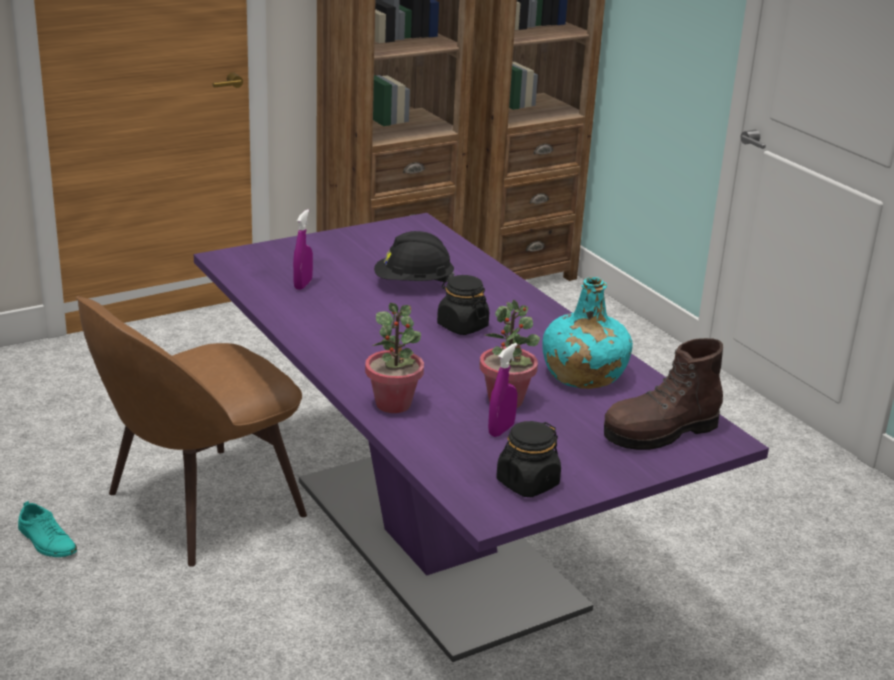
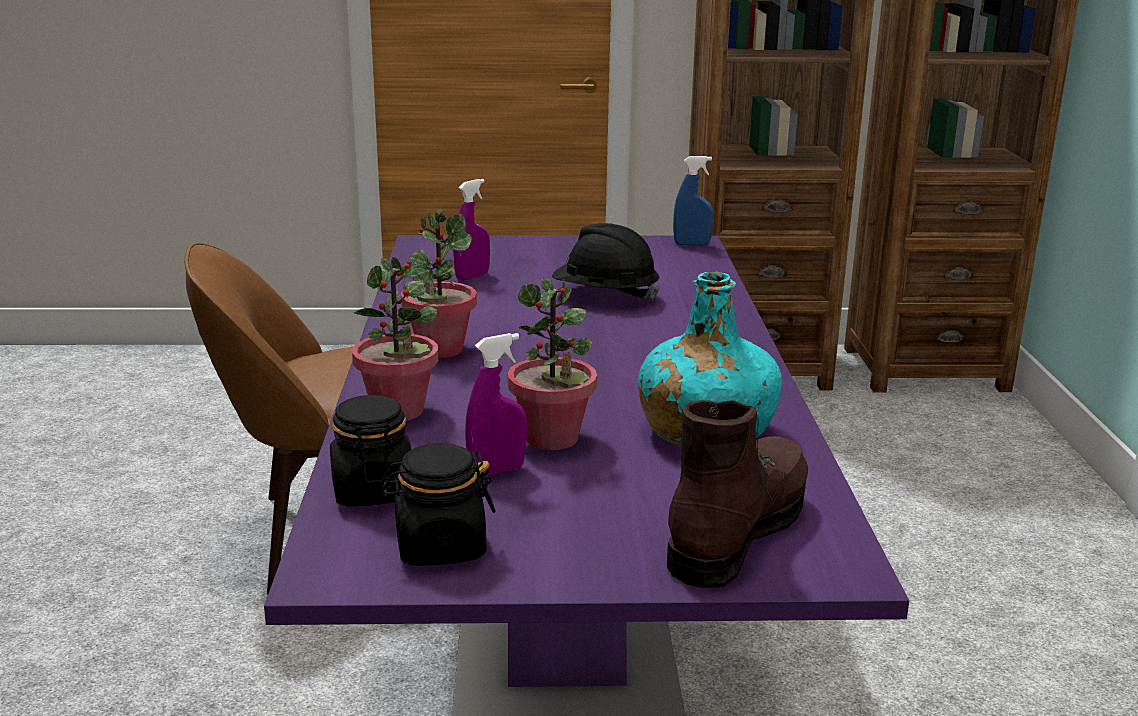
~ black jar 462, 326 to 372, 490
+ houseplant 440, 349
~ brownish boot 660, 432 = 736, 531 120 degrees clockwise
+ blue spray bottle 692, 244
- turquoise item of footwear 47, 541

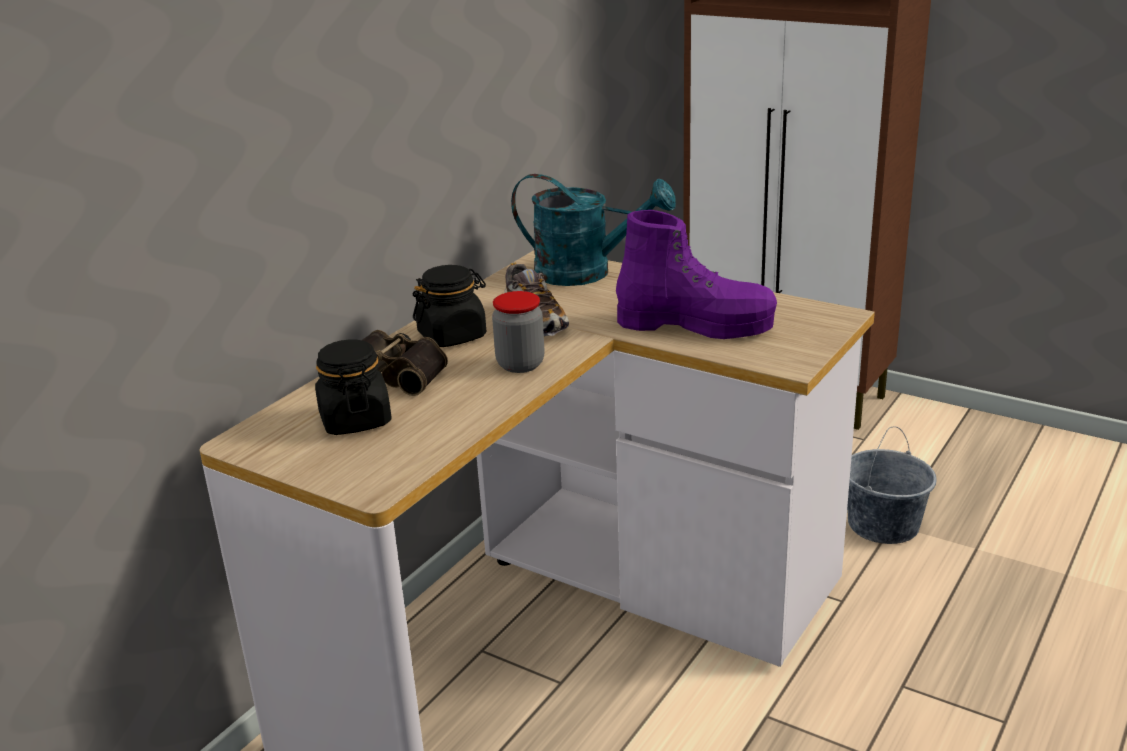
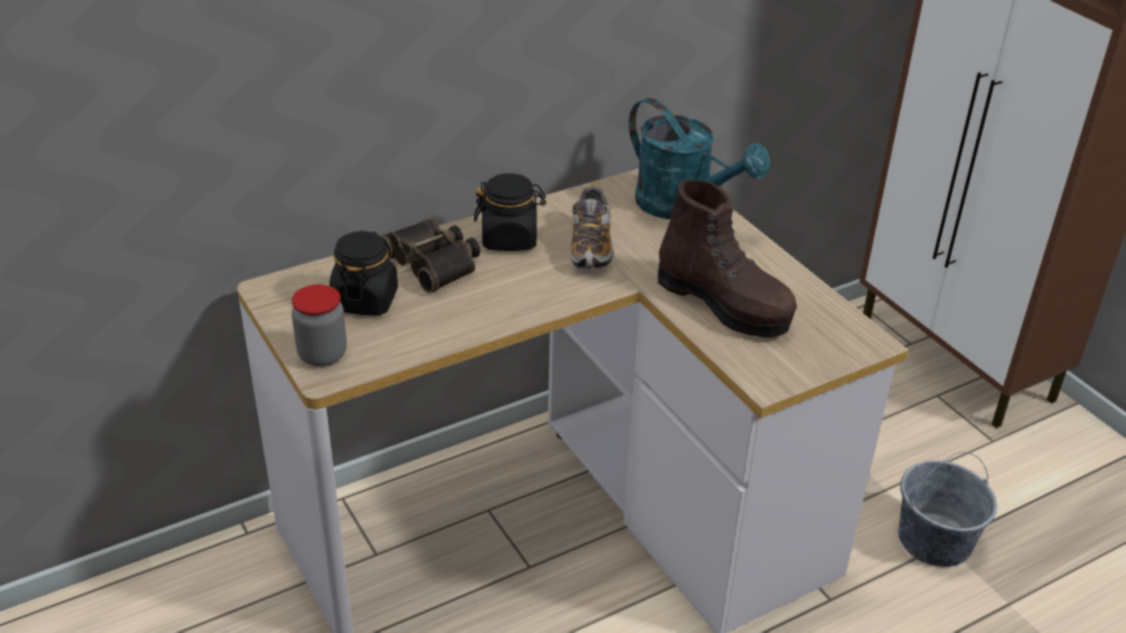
~ jar 520, 364 to 322, 355
~ purplish boot 696, 325 to brownish boot 724, 303

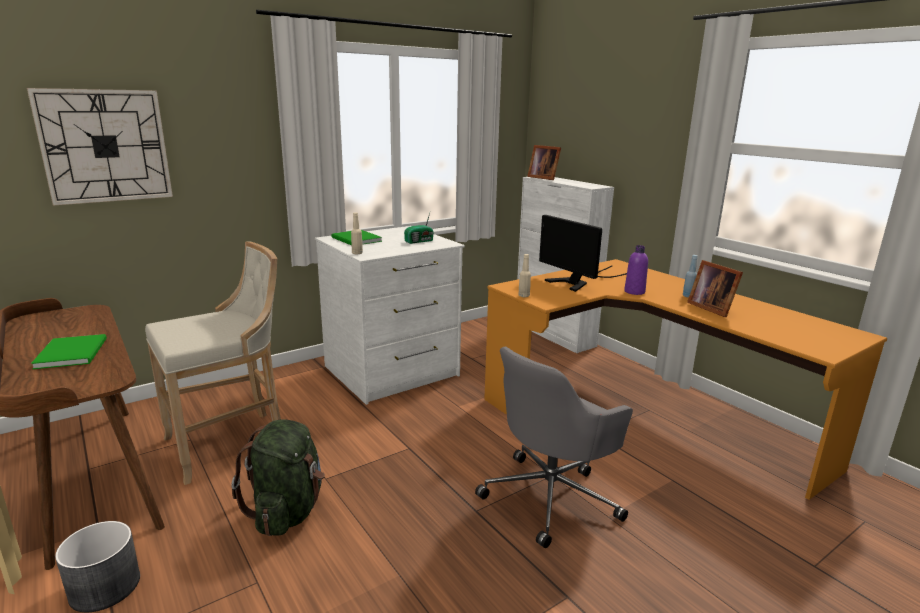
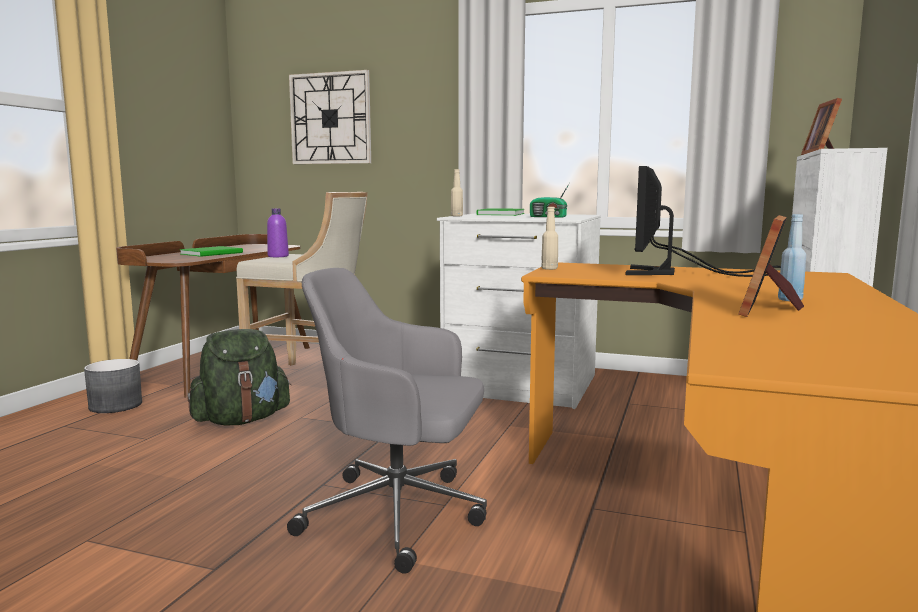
~ purplish bottle 634, 292 to 278, 256

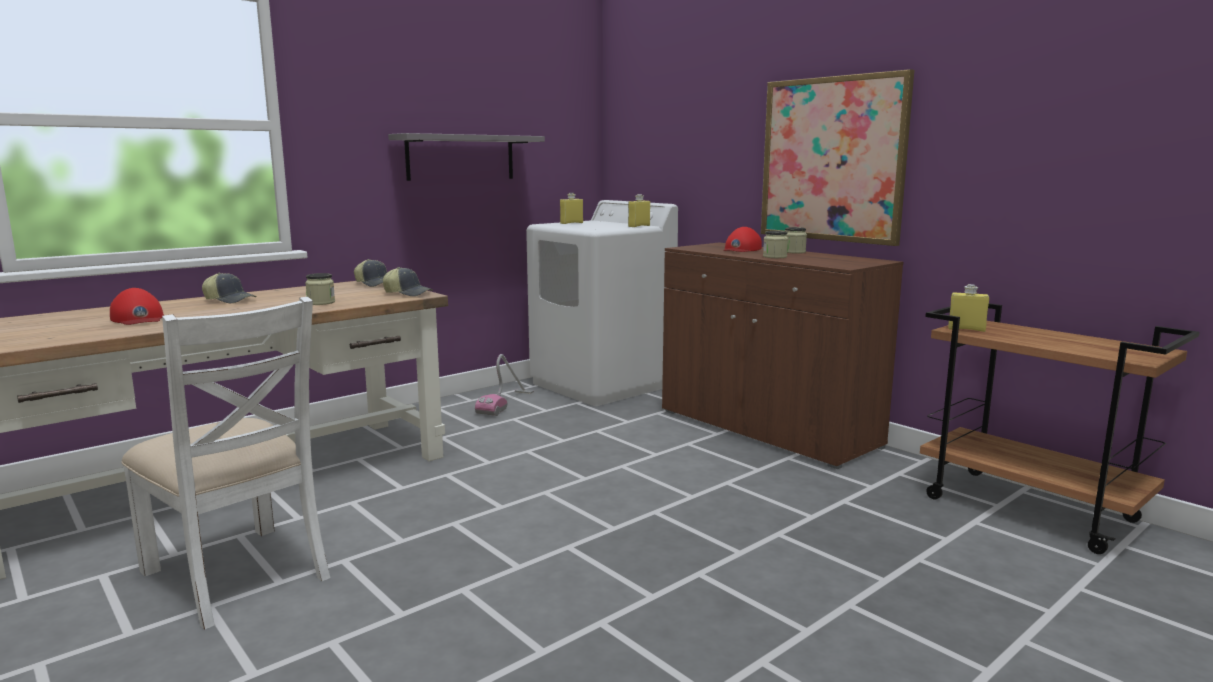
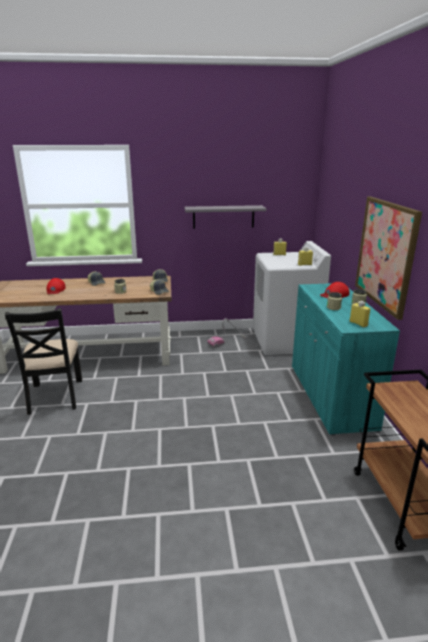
~ white-coloured plain chair 238, 574 to black plain chair 55, 396
~ brownish cabinet 766, 428 to turquoise cabinet 330, 396
~ yellowish bottle 966, 329 to 358, 324

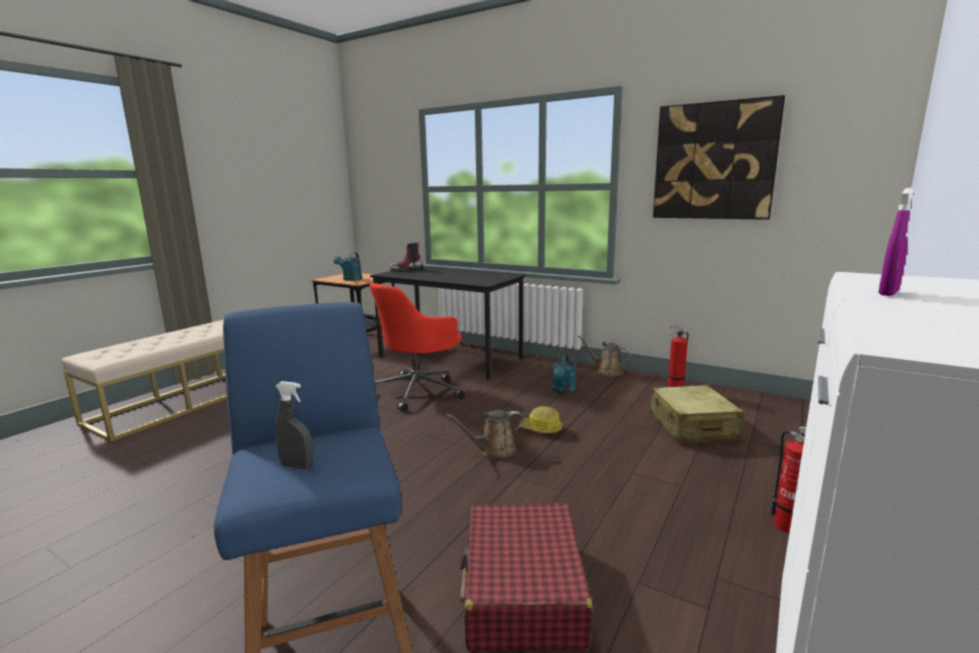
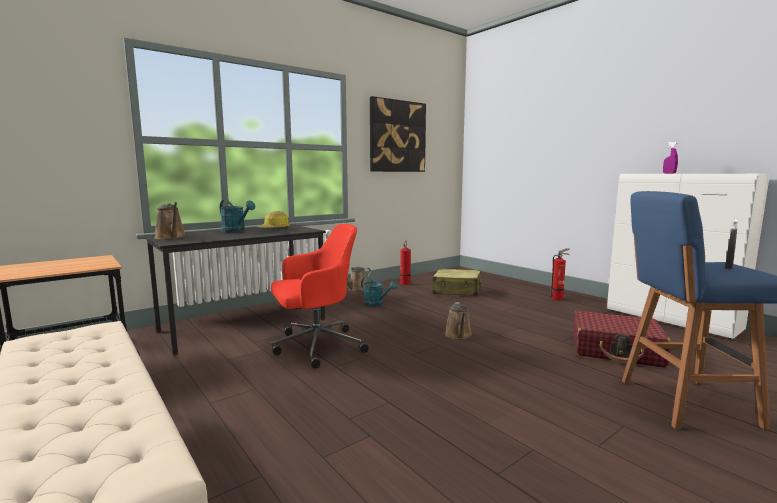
~ boot 407, 270 to brownish watering pot 171, 237
~ turquoise watering pot 350, 279 to 236, 231
~ safety helmet 541, 429 to 275, 229
~ red-coloured desk chair 418, 391 = 316, 346 90 degrees counterclockwise

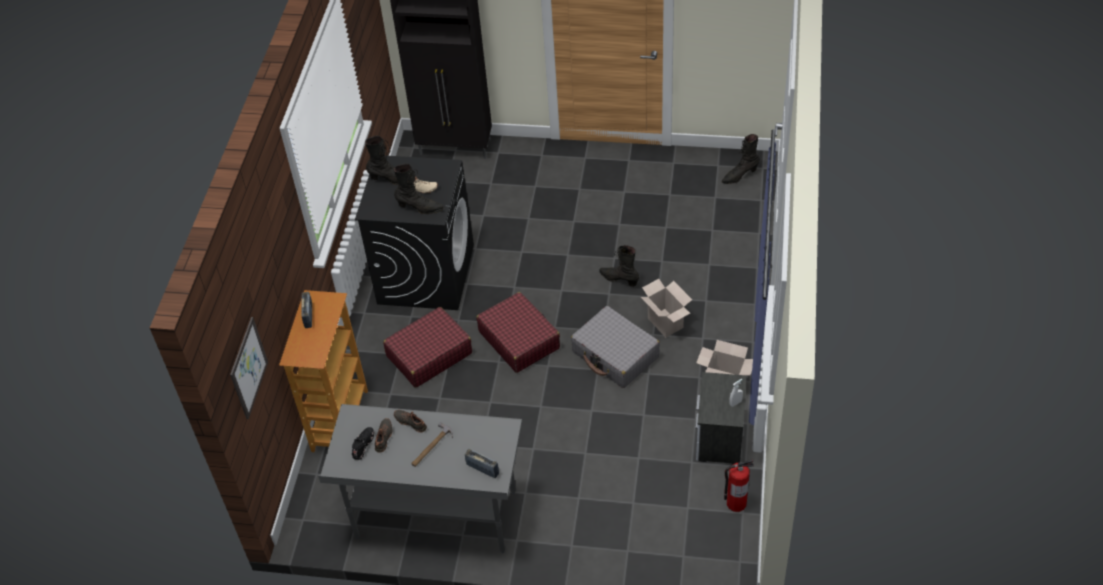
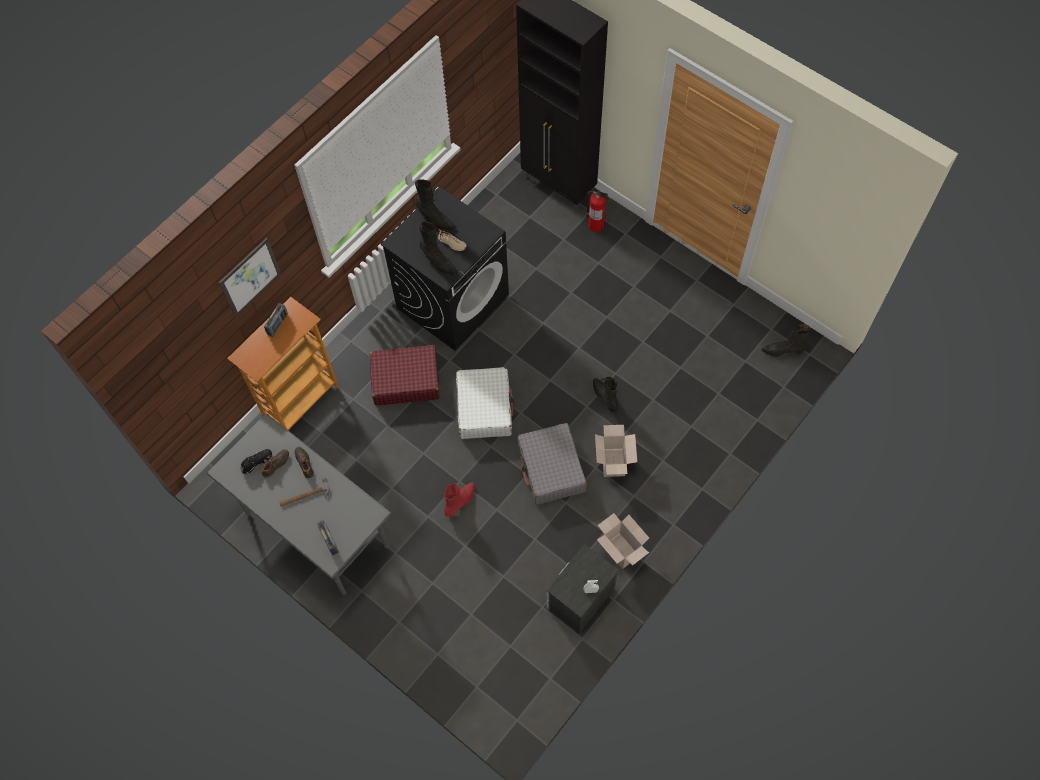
~ wall picture 248, 368 to 250, 277
+ red-coloured boot 461, 502
~ red-coloured suitcase 519, 339 to white-coloured suitcase 484, 408
~ fire extinguisher 736, 503 to 595, 225

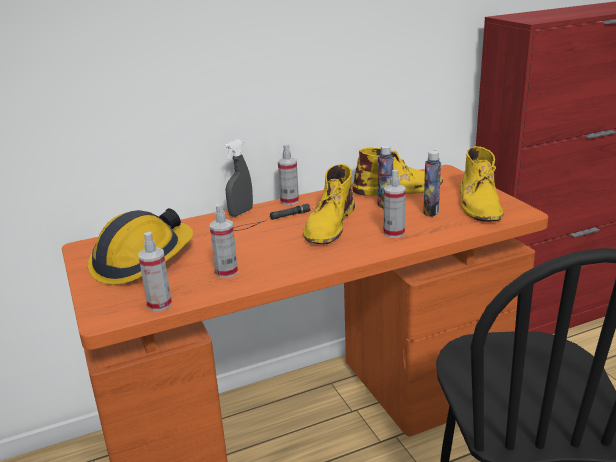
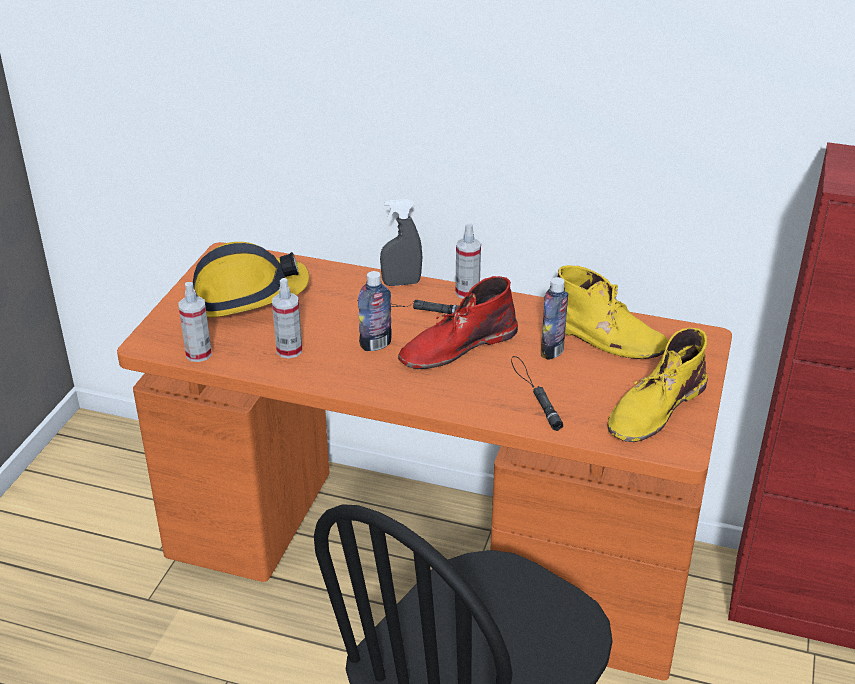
~ bottle 431, 212 to 375, 344
~ yellowish boot 329, 224 to red-coloured boot 456, 345
+ black hand torch 534, 392
- spray bottle 394, 233

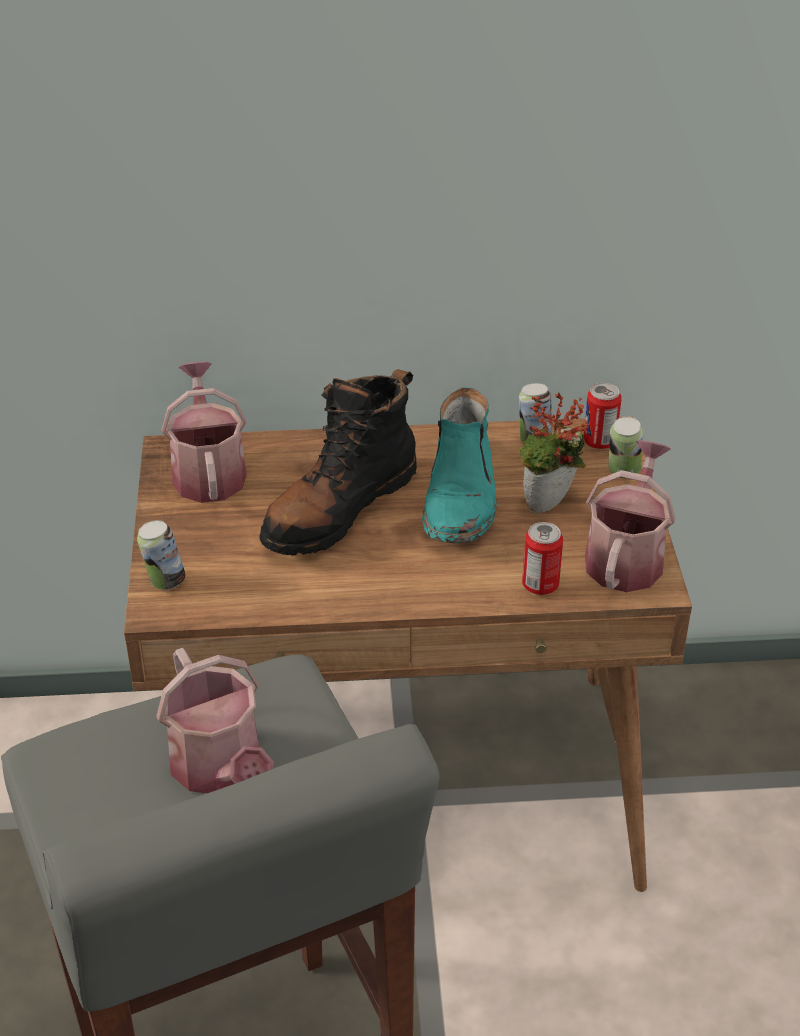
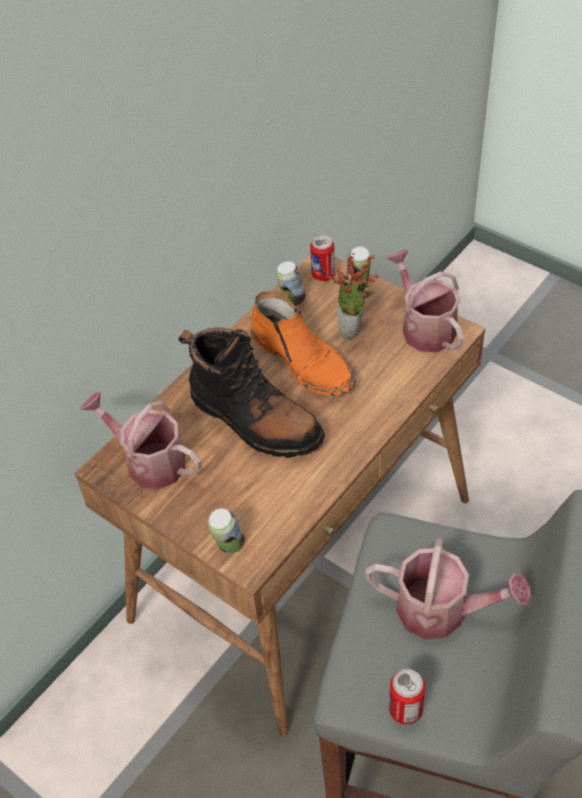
~ black boot 340, 508 = 254, 420 45 degrees counterclockwise
~ turquoise boot 461, 497 to orange boot 304, 360
~ can 540, 585 to 405, 710

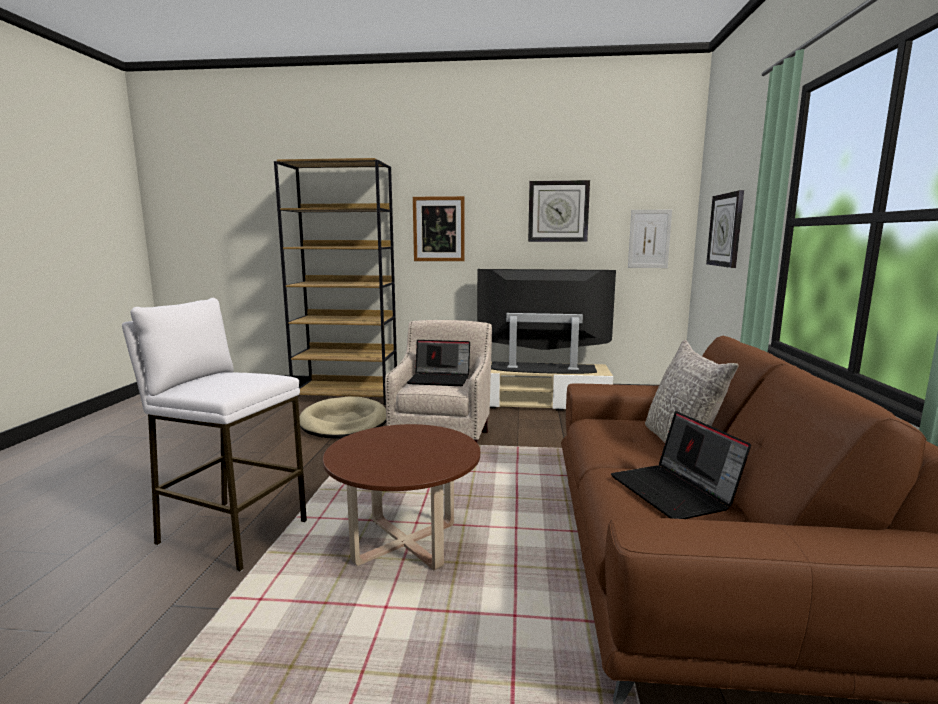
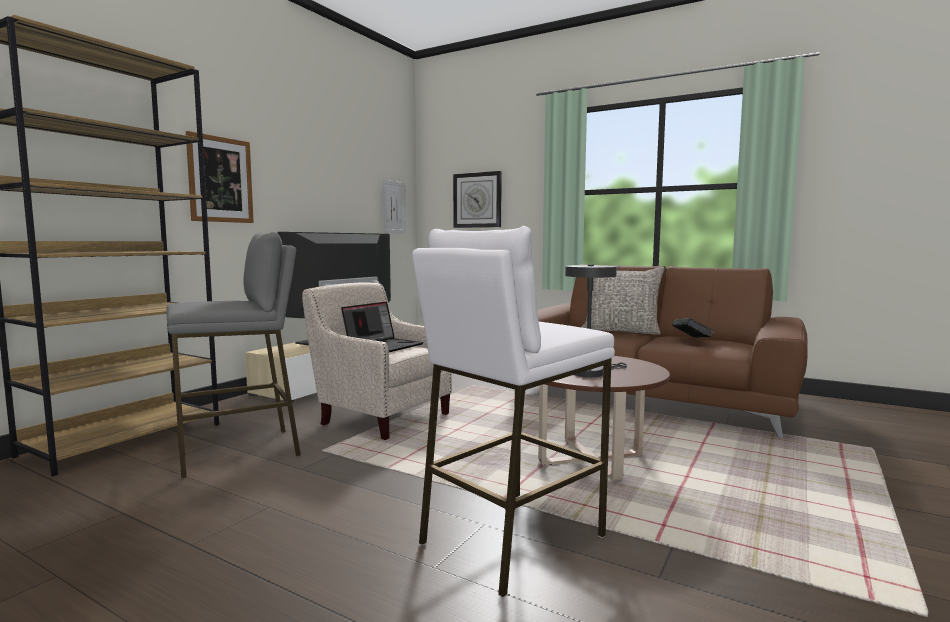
~ sand-coloured dog bed 344, 423 to gray stool 239, 452
+ gray tabletop lamp 591, 372
~ portable computer 675, 492 to bound book 691, 340
- hanging clock 558, 211

